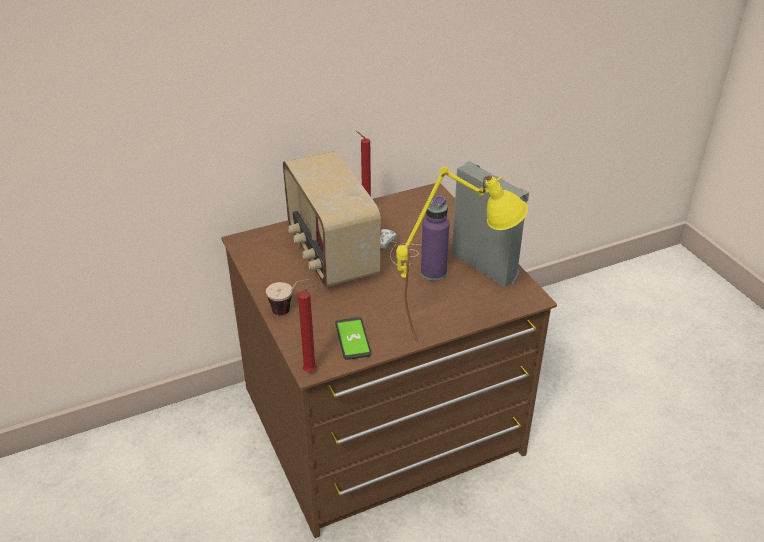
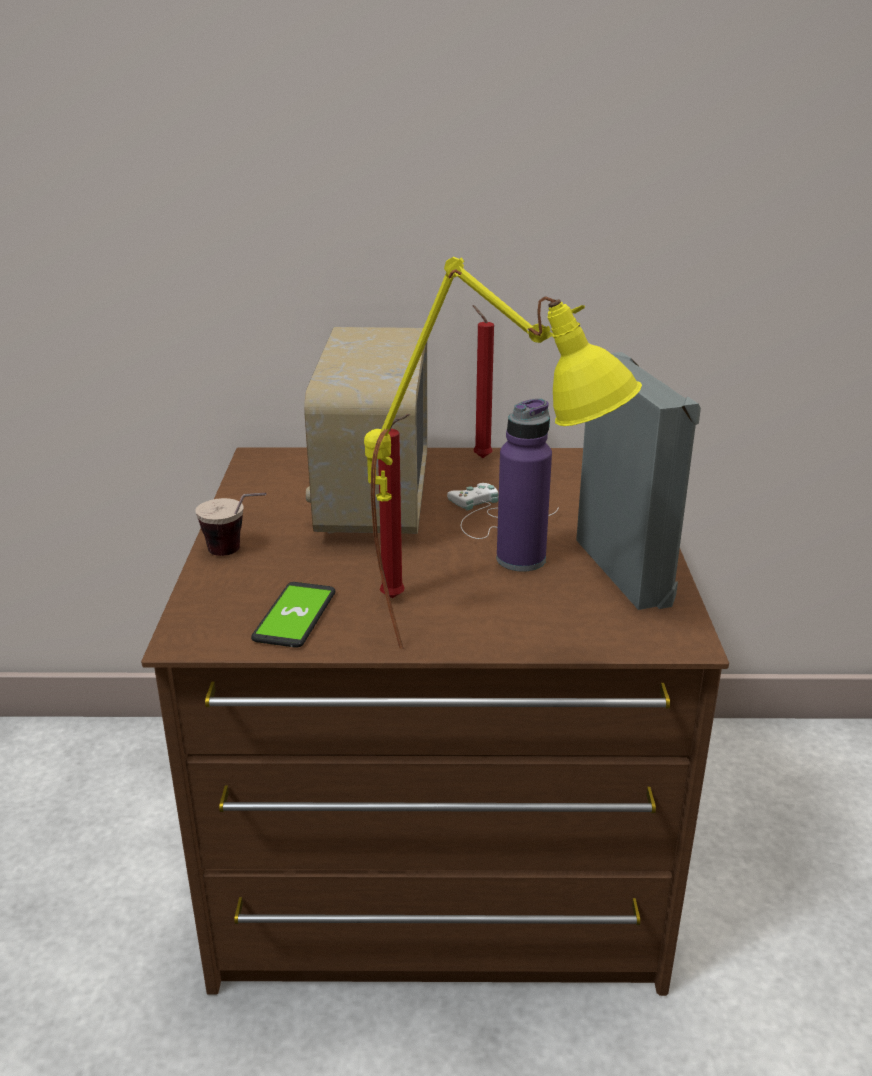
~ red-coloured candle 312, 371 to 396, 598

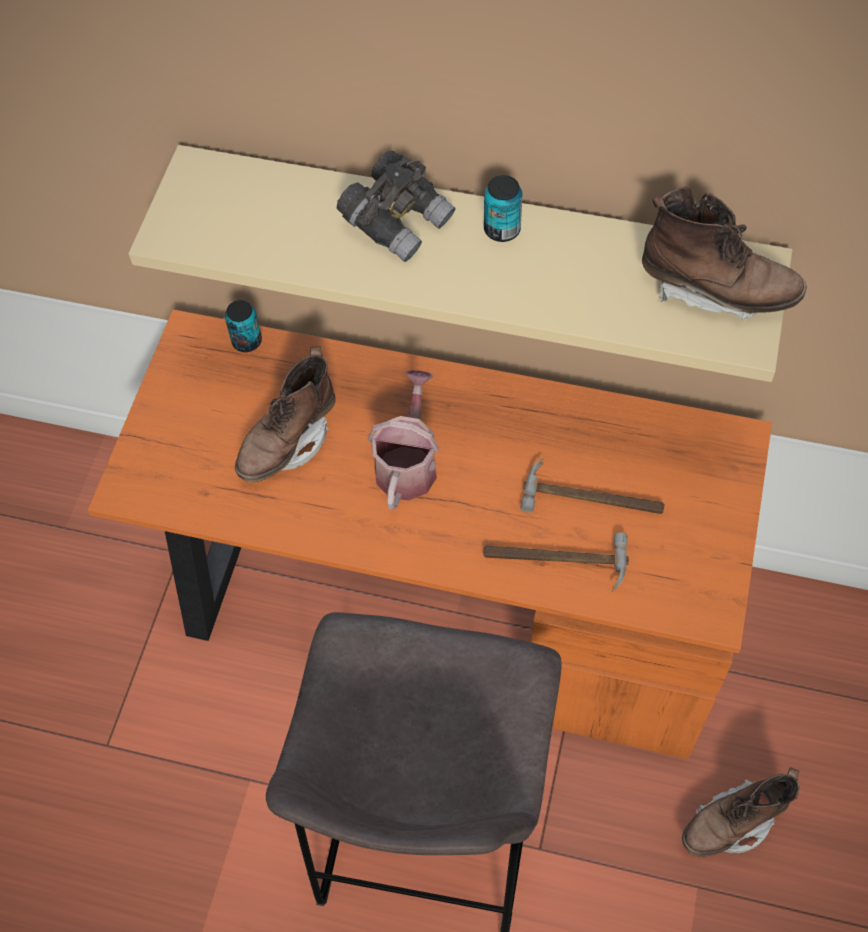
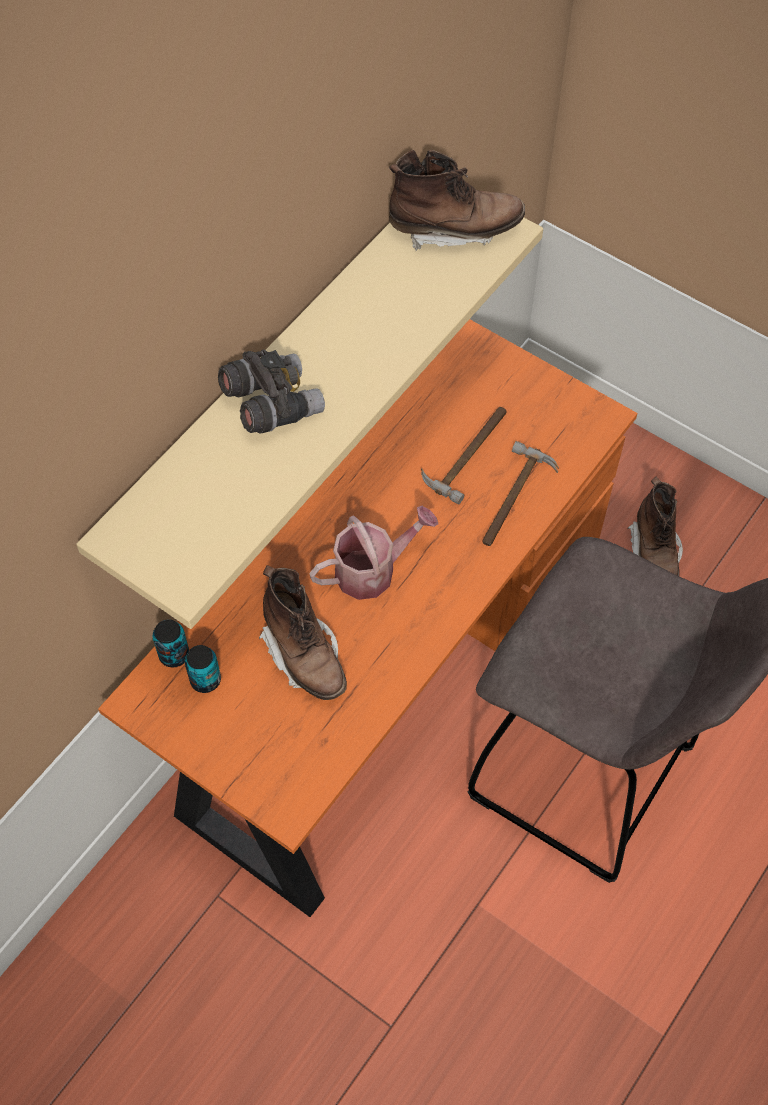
~ can 502, 230 to 205, 680
~ watering pot 407, 463 = 373, 570 120 degrees clockwise
~ brownish boot 716, 290 = 454, 229 45 degrees clockwise

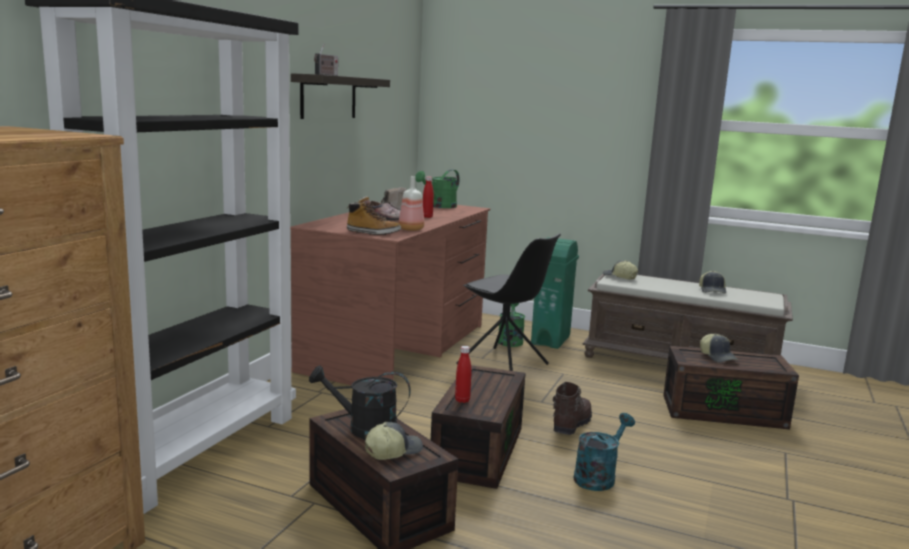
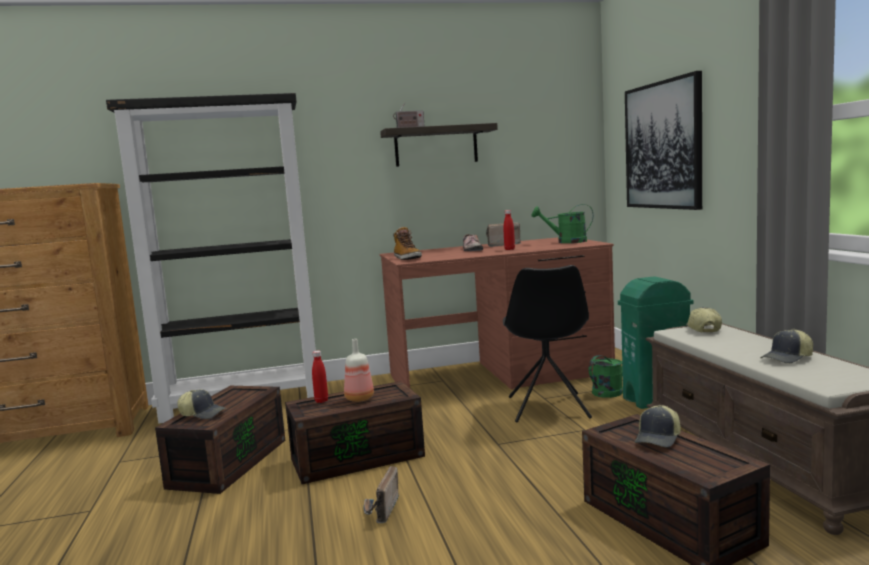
~ bottle 411, 229 to 359, 399
~ turquoise watering pot 598, 476 to radio 380, 511
+ wall picture 663, 145
- black watering pot 363, 429
- brownish boot 570, 424

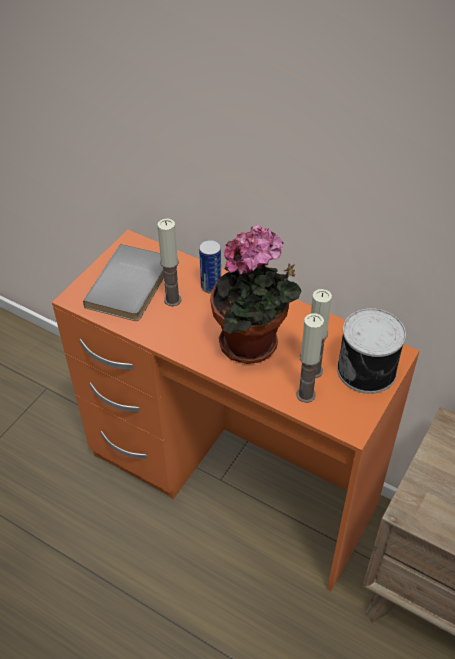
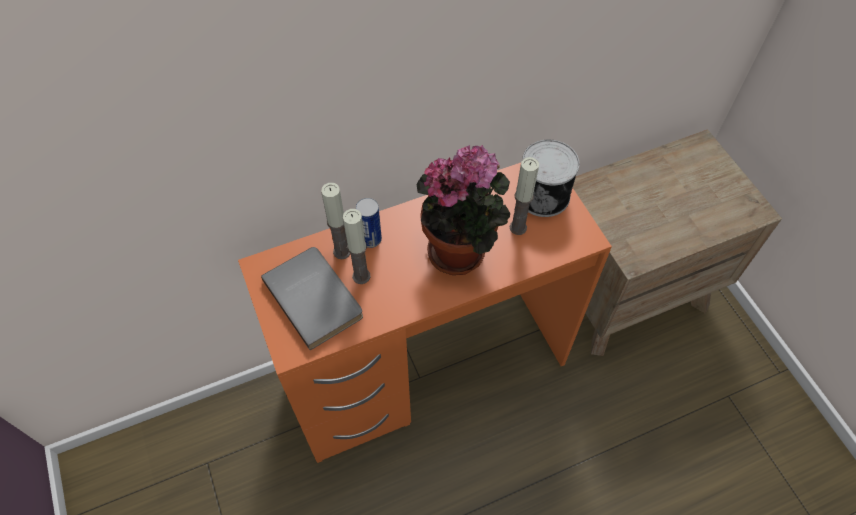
~ candle 305, 395 to 342, 251

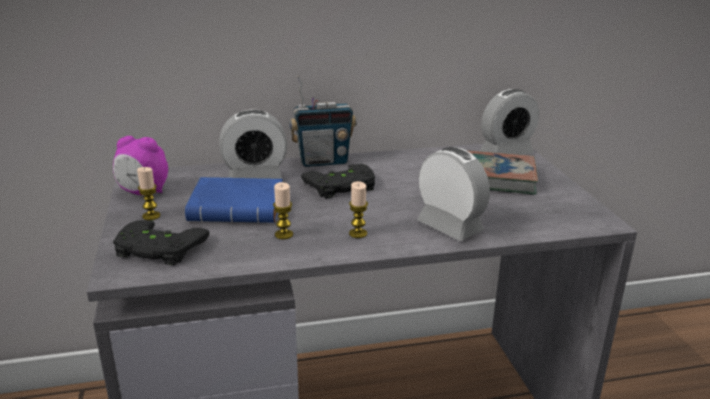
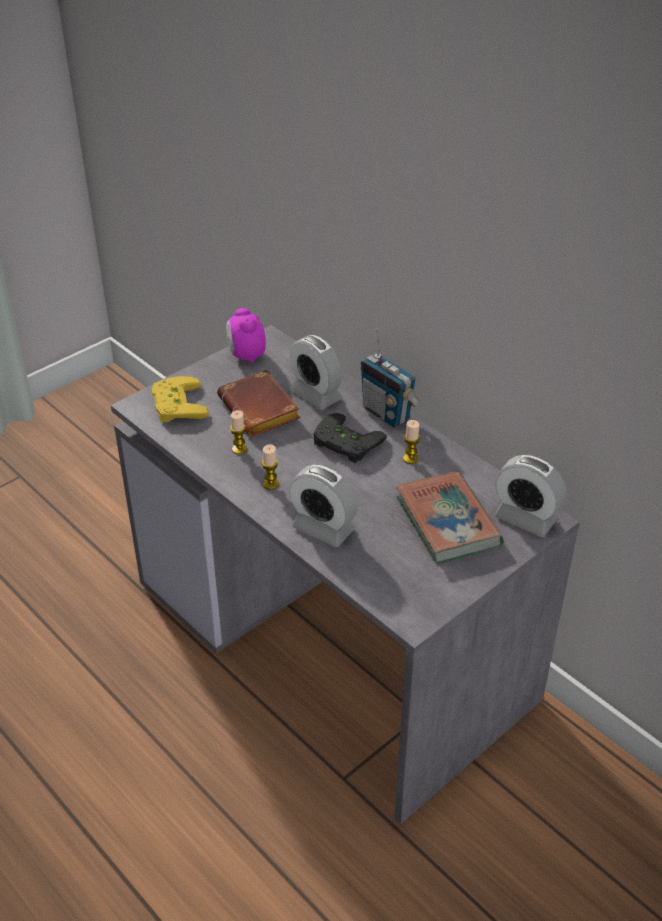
~ black joypad 157, 249 to yellowish joypad 175, 405
~ blue bound book 240, 208 to brownish bound book 262, 410
~ bedside clock 449, 227 = 323, 528 105 degrees clockwise
~ candle 151, 216 to 410, 459

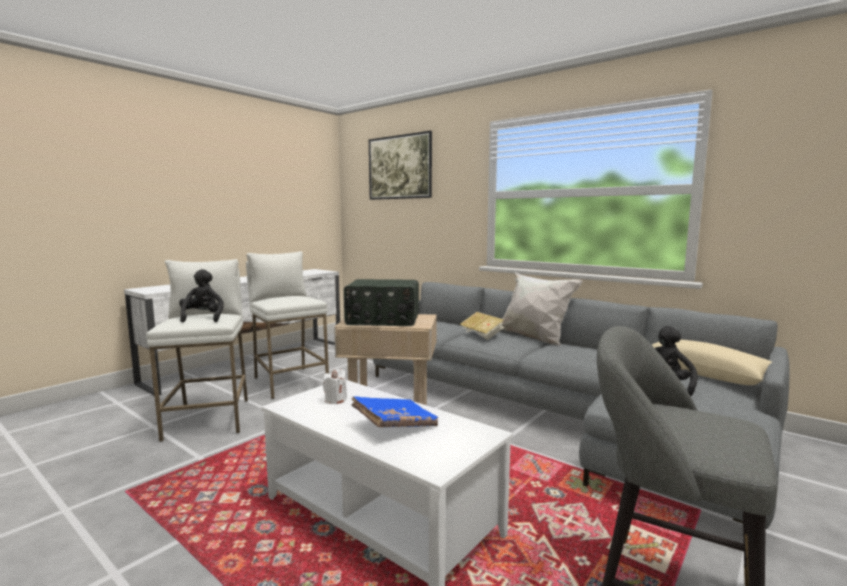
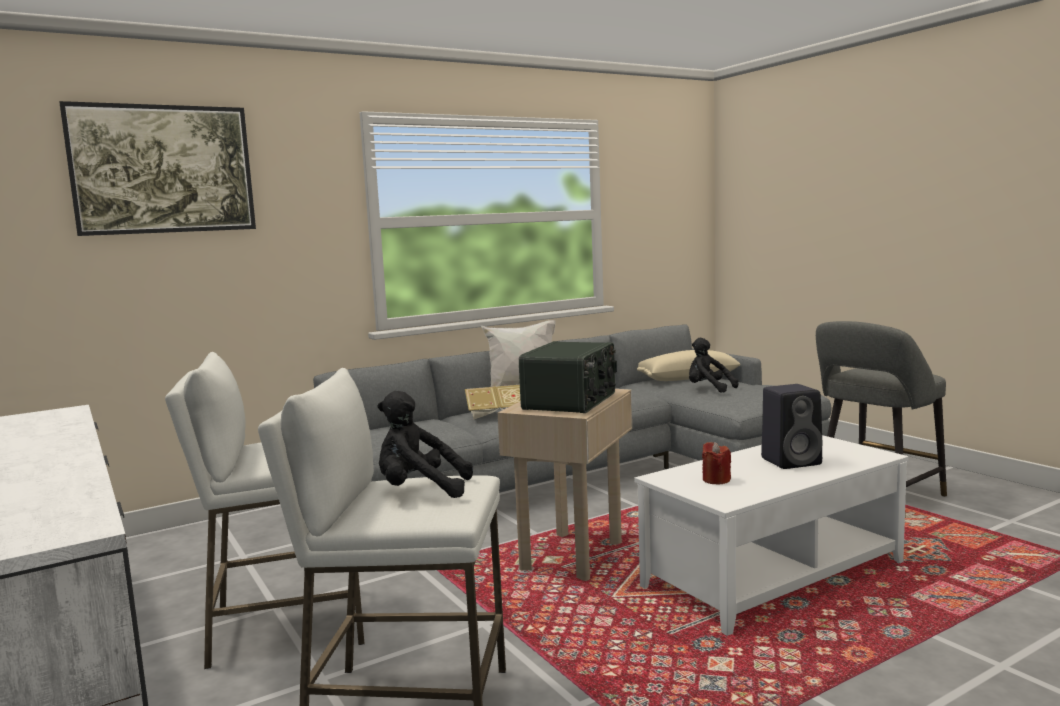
~ white-coloured candle 335, 400 to red-coloured candle 716, 480
~ blue bound book 395, 425 to black audio speaker 792, 461

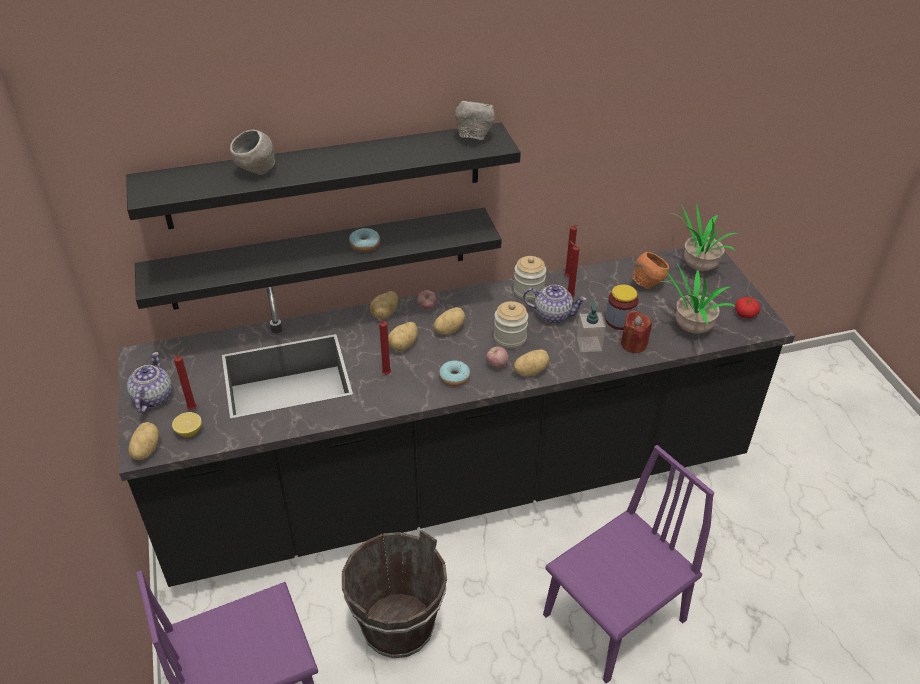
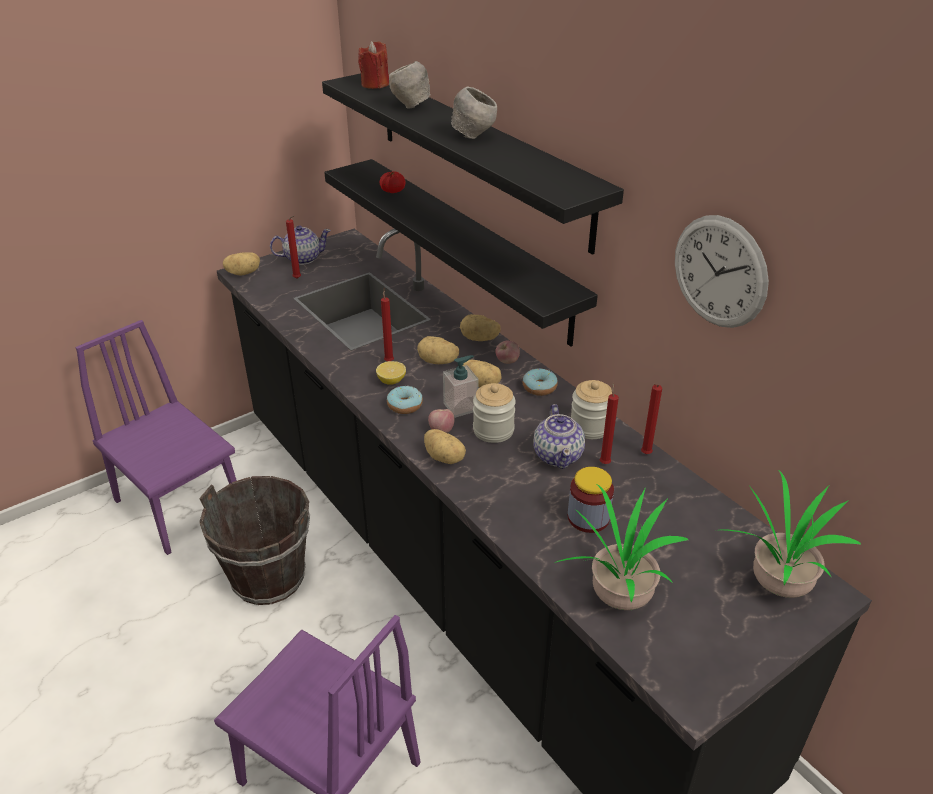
~ red-coloured candle 633, 344 to 375, 84
~ lemon 189, 431 to 391, 381
~ tomato 745, 314 to 393, 191
~ soap bottle 589, 344 to 461, 407
~ gray serving bowl 474, 138 to 473, 136
~ ring doughnut 365, 245 to 539, 387
+ hanging clock 719, 272
- orange serving bowl 647, 284

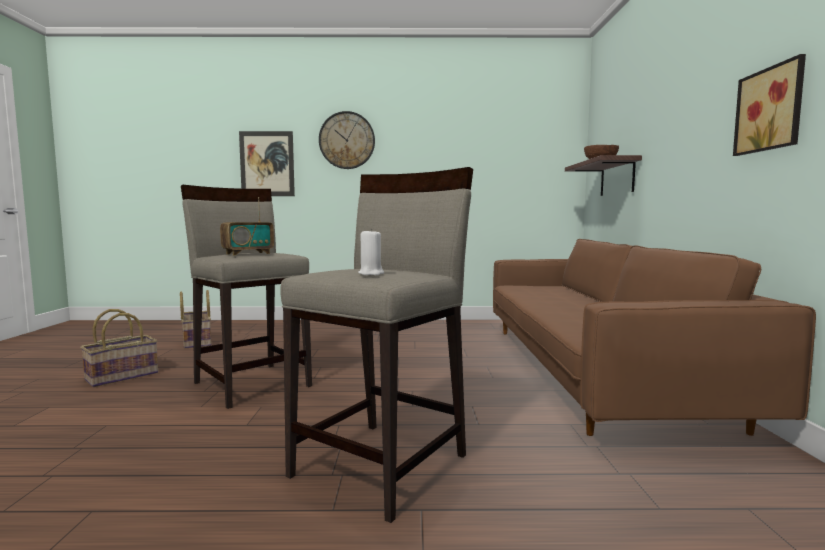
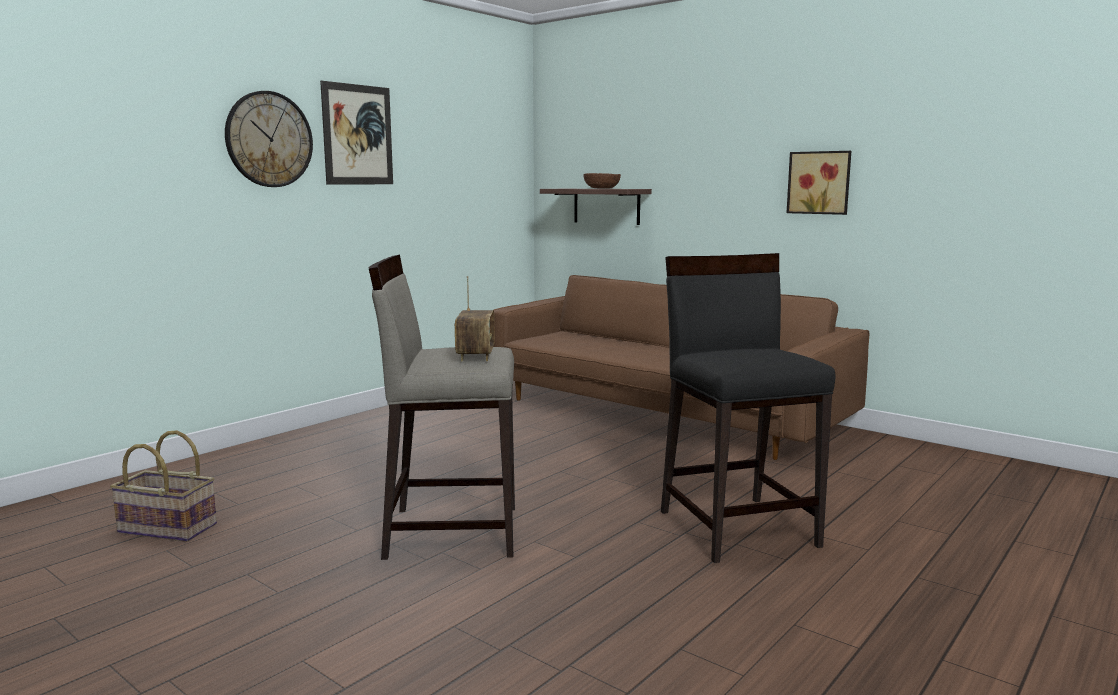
~ wall picture 267, 164 to 358, 135
~ sand-coloured stool 382, 465 to black stool 737, 527
- household basket 122, 376
- white-coloured candle 371, 274

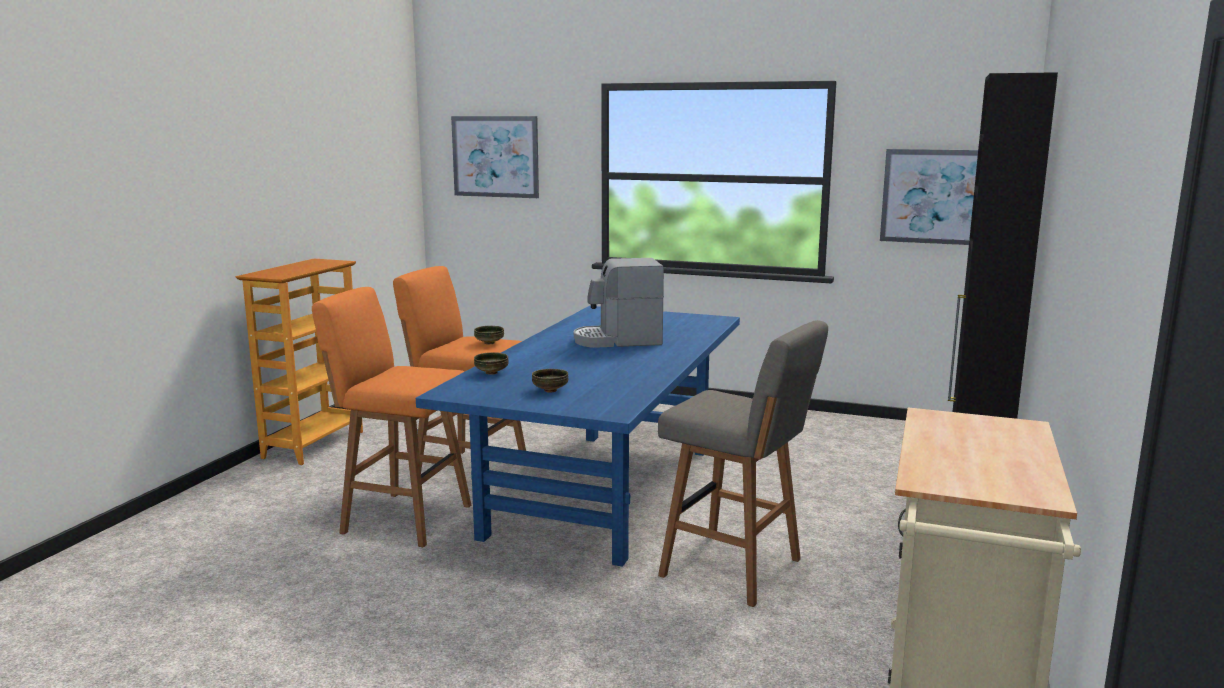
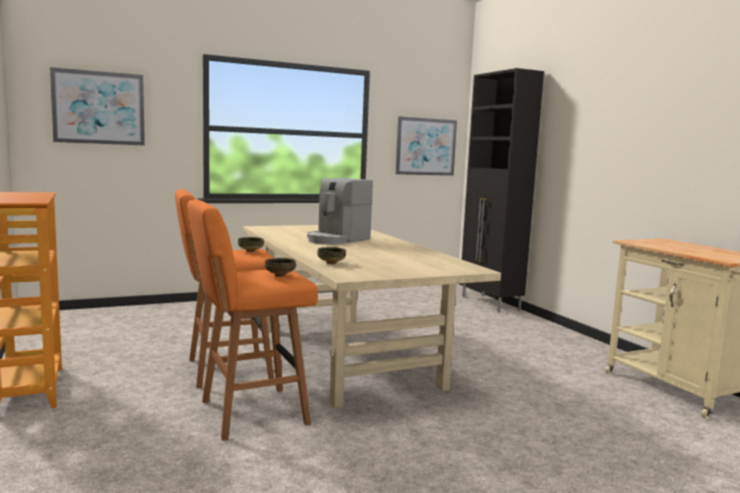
~ blue kitchen table 604, 489 to sand-coloured kitchen table 344, 355
~ serving bowl 550, 390 to 280, 275
- gray stool 735, 569

